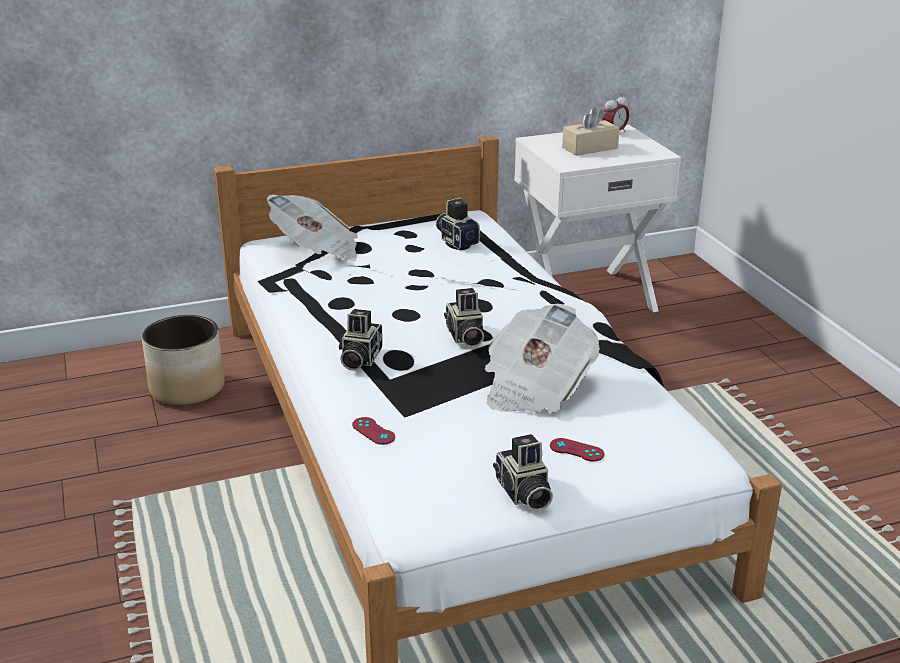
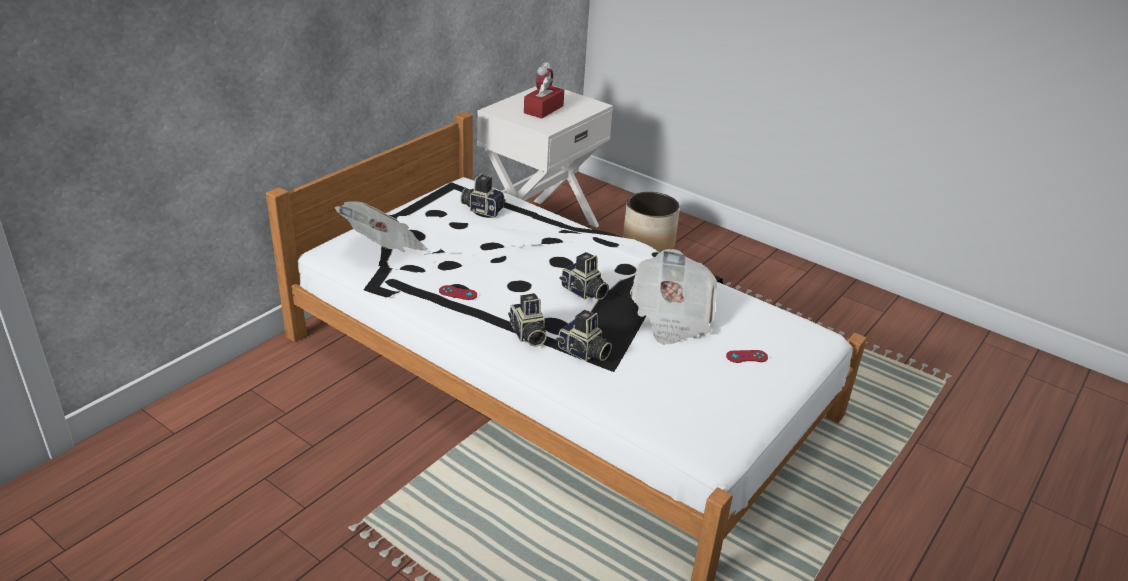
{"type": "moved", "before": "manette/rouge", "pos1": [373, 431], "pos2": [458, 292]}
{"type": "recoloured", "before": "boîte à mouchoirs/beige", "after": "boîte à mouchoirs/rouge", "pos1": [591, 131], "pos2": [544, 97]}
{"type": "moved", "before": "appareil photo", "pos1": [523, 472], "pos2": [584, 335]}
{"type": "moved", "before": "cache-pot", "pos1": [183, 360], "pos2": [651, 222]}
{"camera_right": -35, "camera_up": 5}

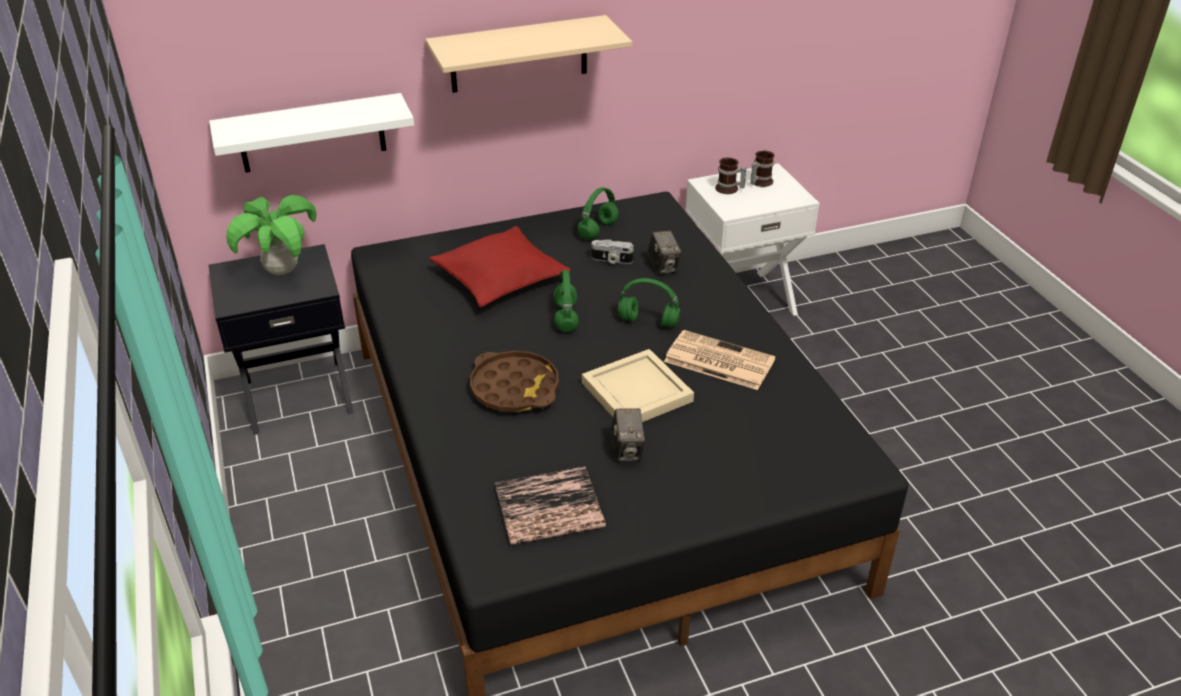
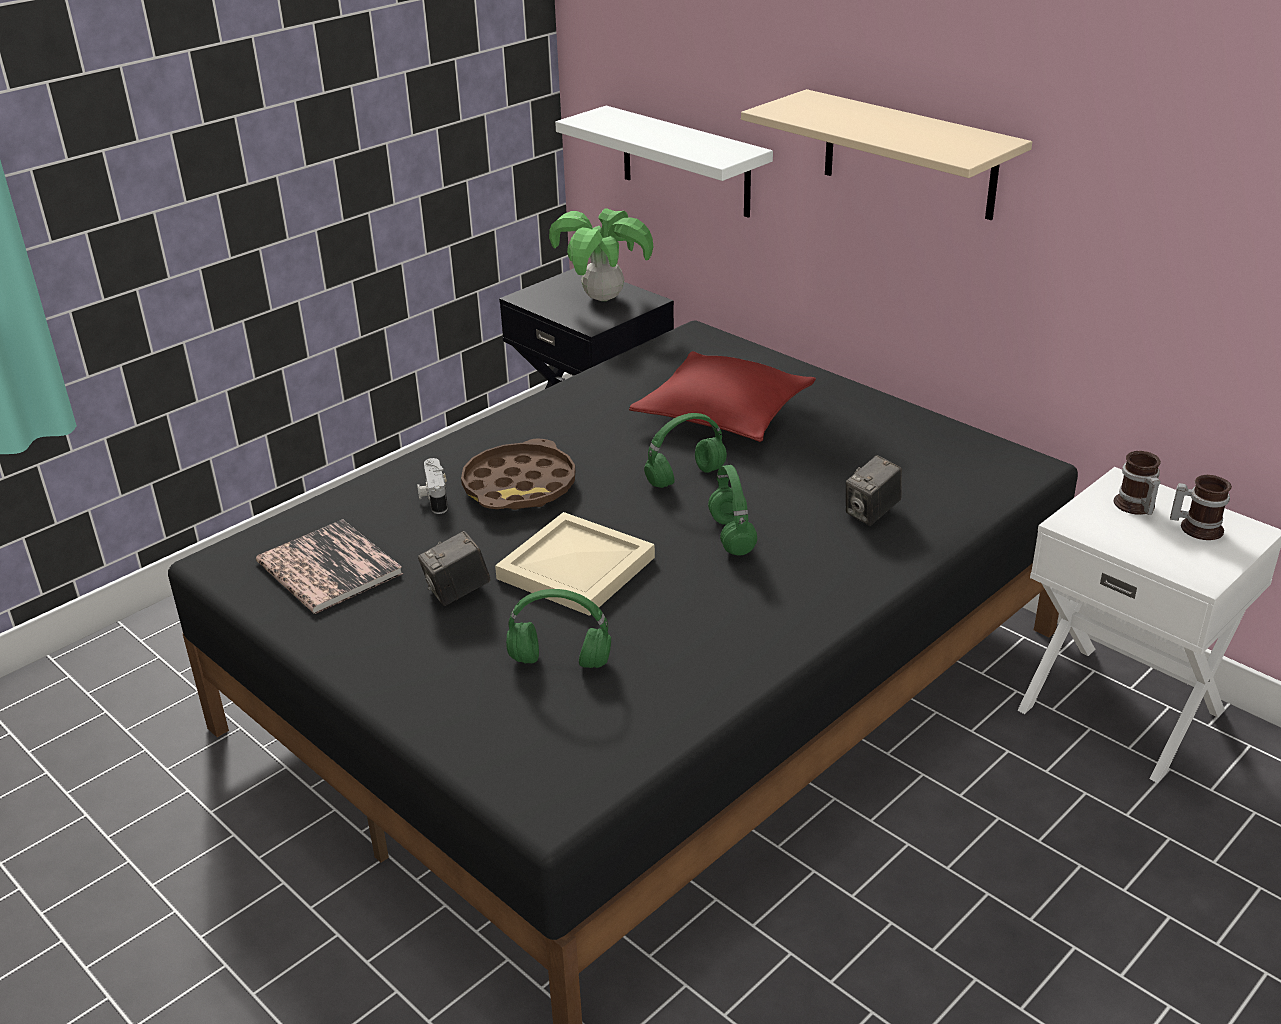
{"type": "moved", "before": "appareil photo", "pos1": [612, 252], "pos2": [432, 486]}
{"type": "moved", "before": "casque audio/vert", "pos1": [598, 213], "pos2": [558, 628]}
{"type": "removed", "before": "journal", "pos1": [719, 360]}
{"camera_right": 65, "camera_up": -5}

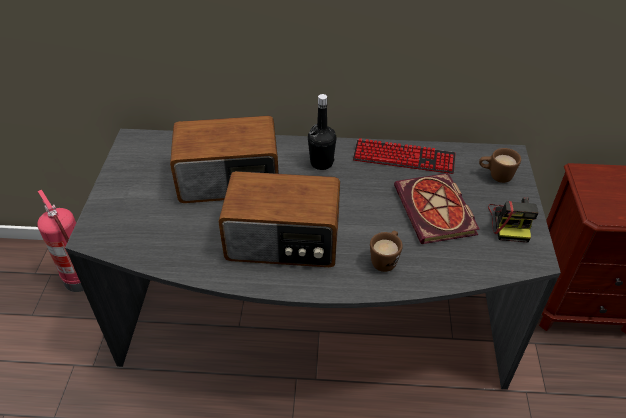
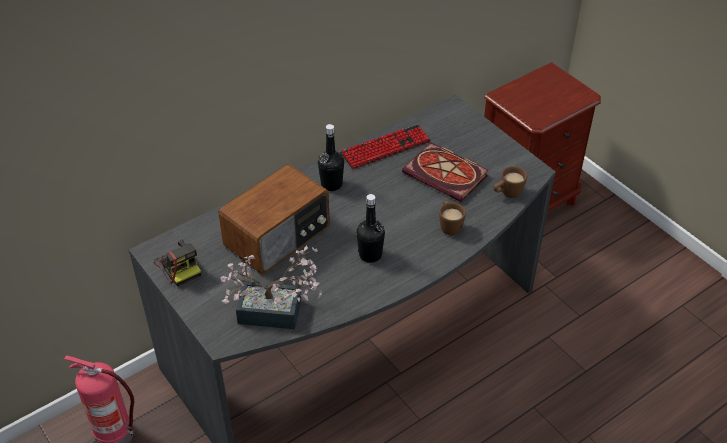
{"type": "moved", "before": "appareil photo", "pos1": [513, 220], "pos2": [177, 263]}
{"type": "added", "after": "plante en pot", "pos2": [271, 287]}
{"type": "replaced", "before": "radio", "after": "bouteille/noir", "pos1": [279, 219], "pos2": [370, 228]}
{"type": "moved", "before": "mug/marron", "pos1": [500, 165], "pos2": [510, 182]}
{"camera_right": -40, "camera_up": 0}

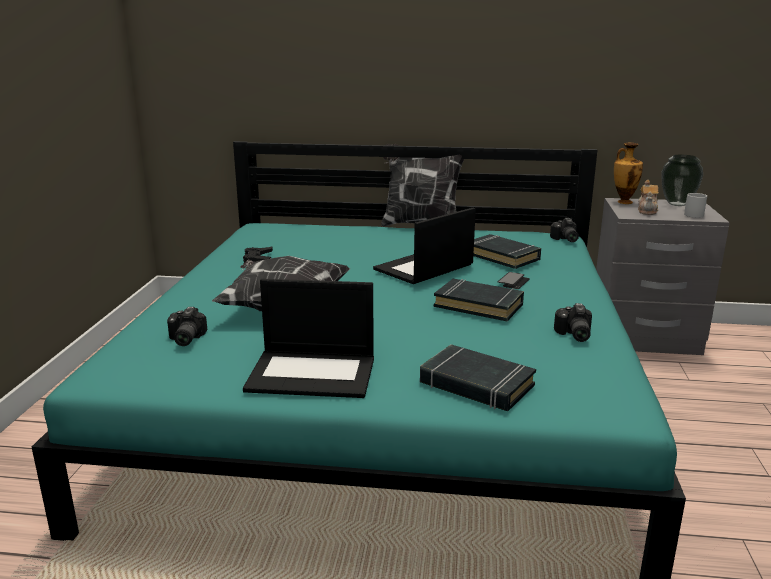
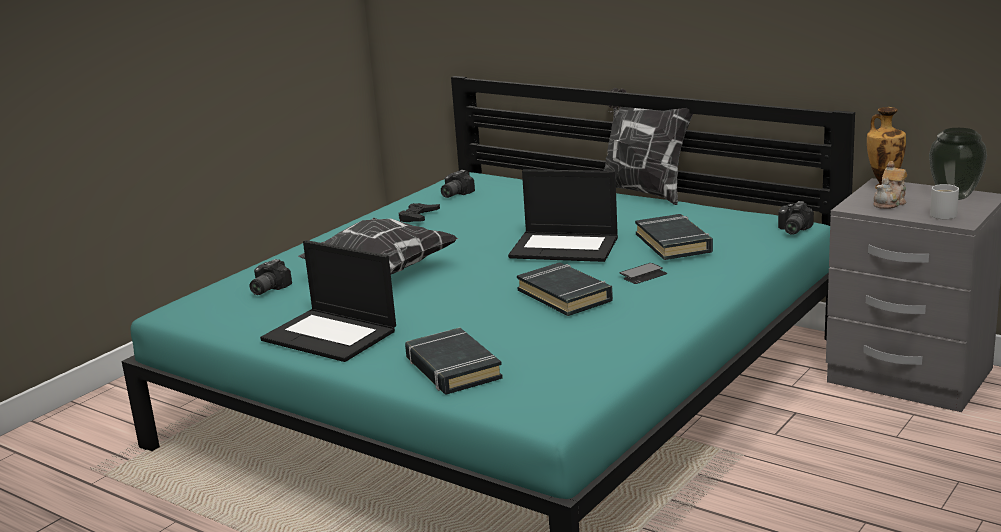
{"type": "moved", "before": "appareil photo", "pos1": [573, 322], "pos2": [458, 184]}
{"type": "turned", "before": "ordinateur portable", "pos1": [424, 246], "pos2": [563, 215], "turn": -150}
{"camera_right": 30, "camera_up": 0}

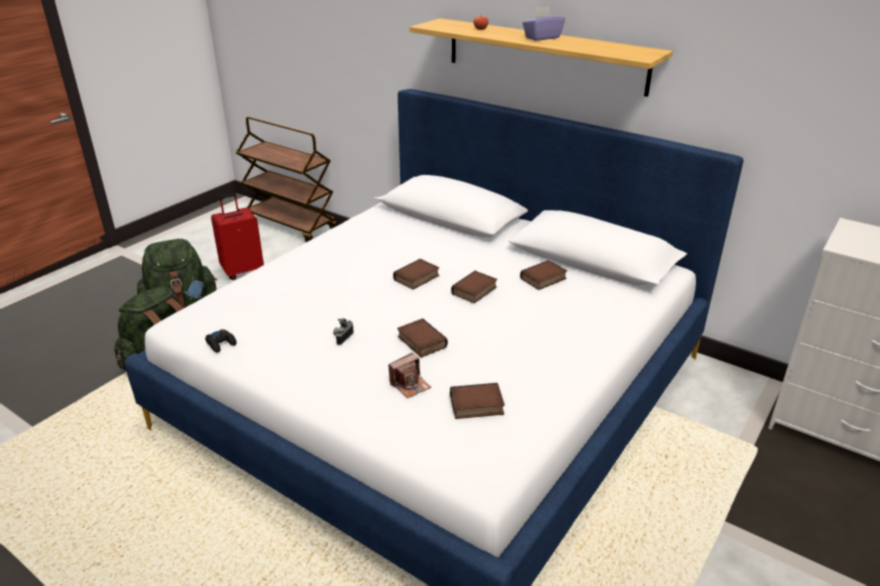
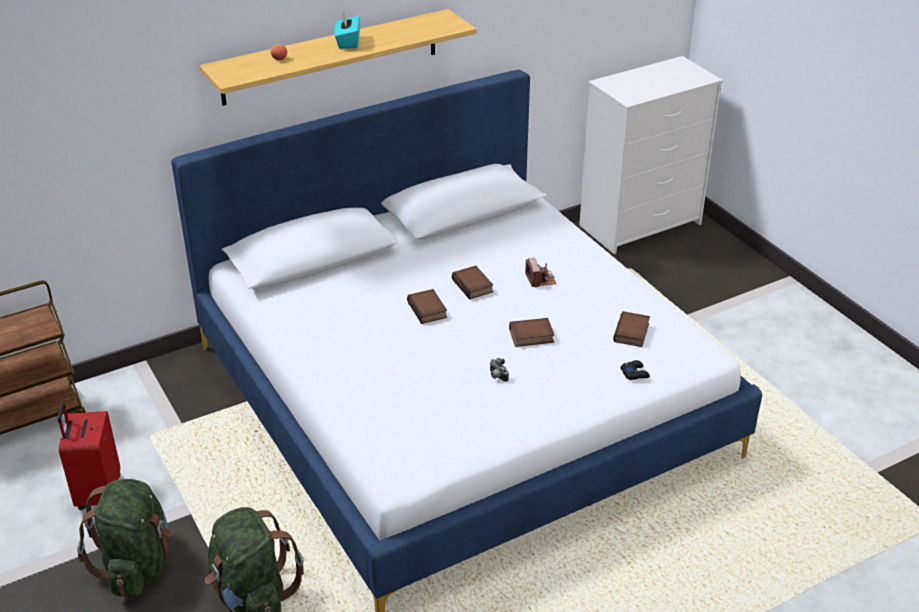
{"type": "recoloured", "before": "boîte à mouchoirs/violet", "after": "boîte à mouchoirs/turquoise", "pos1": [543, 24], "pos2": [347, 30]}
{"type": "moved", "before": "appareil photo", "pos1": [409, 375], "pos2": [540, 273]}
{"type": "moved", "before": "manette/noir", "pos1": [221, 341], "pos2": [635, 370]}
{"type": "removed", "before": "livre", "pos1": [543, 275]}
{"camera_right": -65, "camera_up": 5}

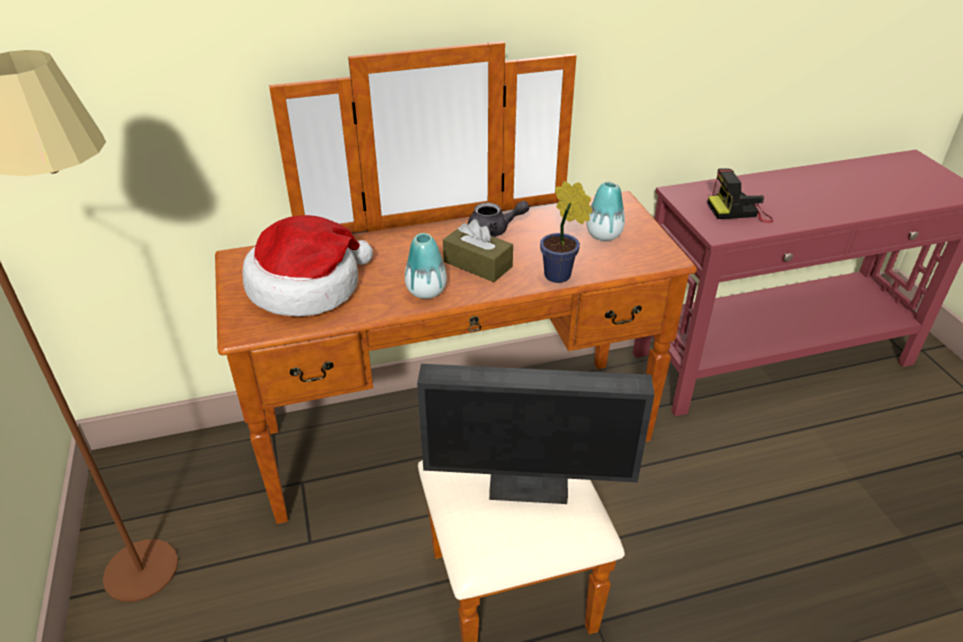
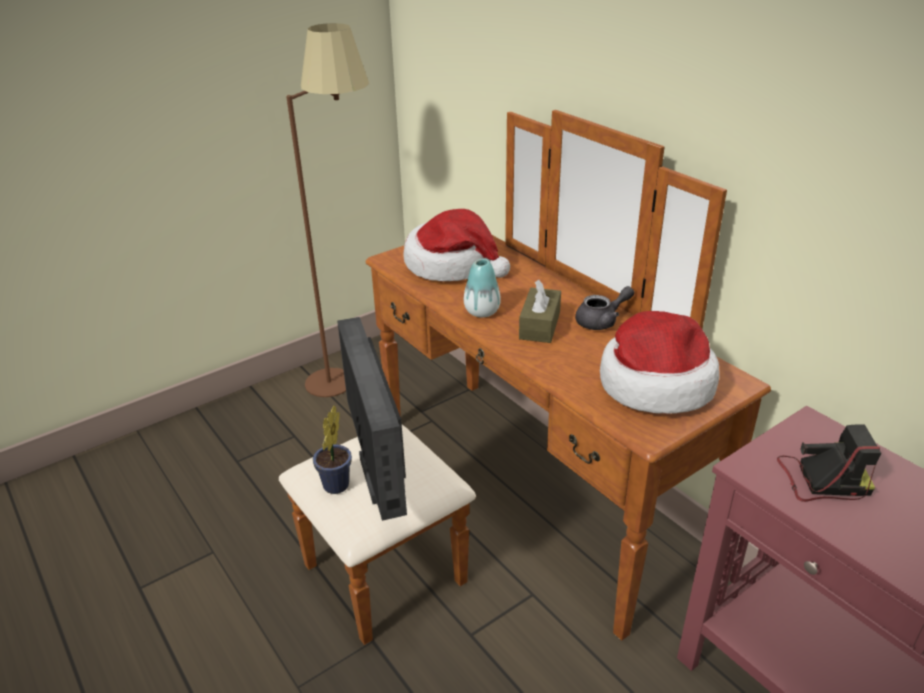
{"type": "moved", "before": "plante en pot", "pos1": [566, 232], "pos2": [332, 450]}
{"type": "turned", "before": "théière/gris", "pos1": [499, 219], "pos2": [604, 308], "turn": -90}
{"type": "replaced", "before": "vase", "after": "chapeau", "pos1": [605, 211], "pos2": [660, 362]}
{"type": "turned", "before": "appareil photo", "pos1": [740, 195], "pos2": [829, 463], "turn": 120}
{"camera_right": 70, "camera_up": -5}

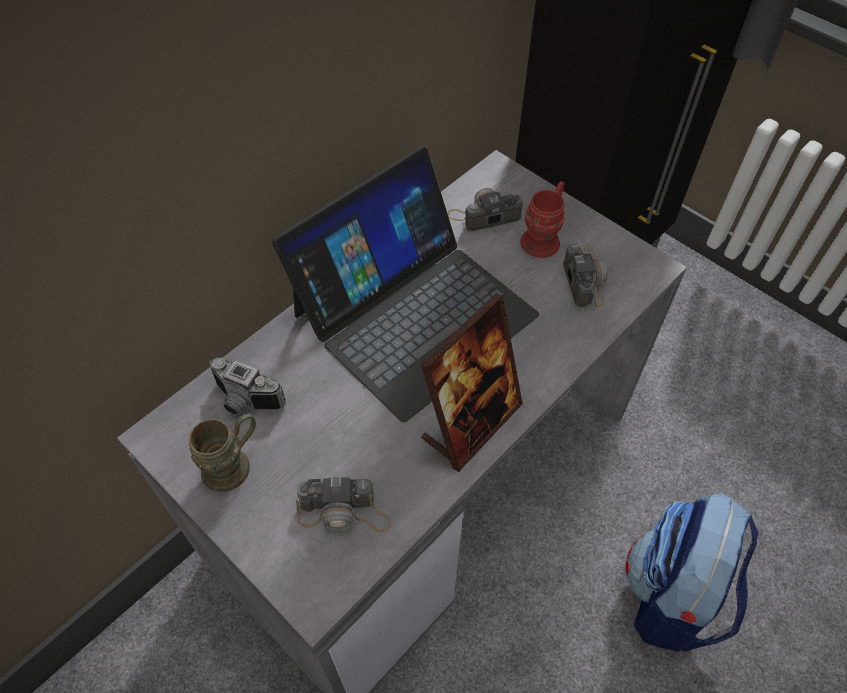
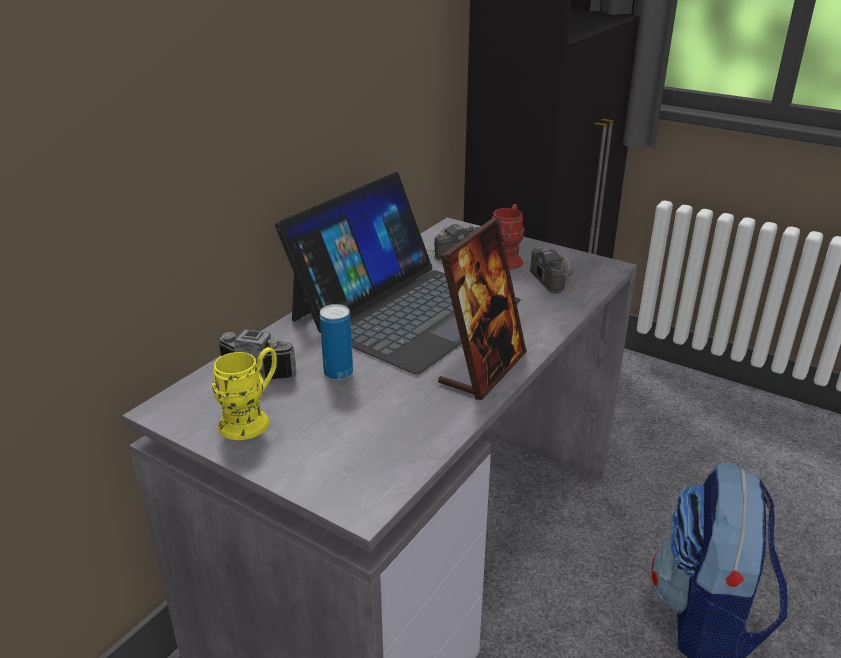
{"type": "recoloured", "before": "mug/marron", "after": "mug/jaune", "pos1": [222, 452], "pos2": [244, 393]}
{"type": "added", "after": "boîte métallique", "pos2": [336, 342]}
{"type": "removed", "before": "appareil photo", "pos1": [343, 504]}
{"camera_right": -10, "camera_up": -25}

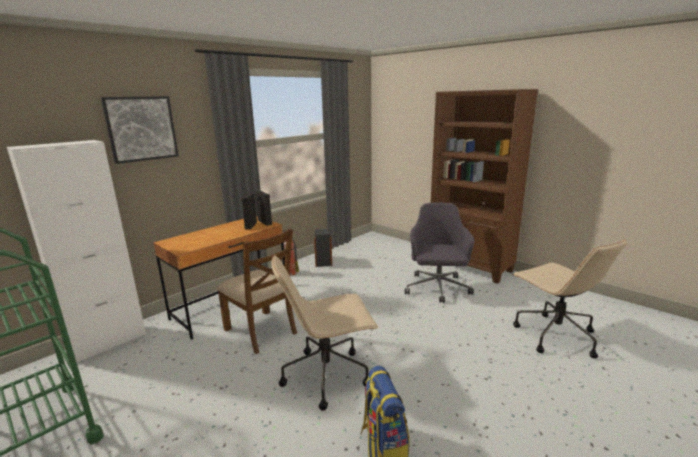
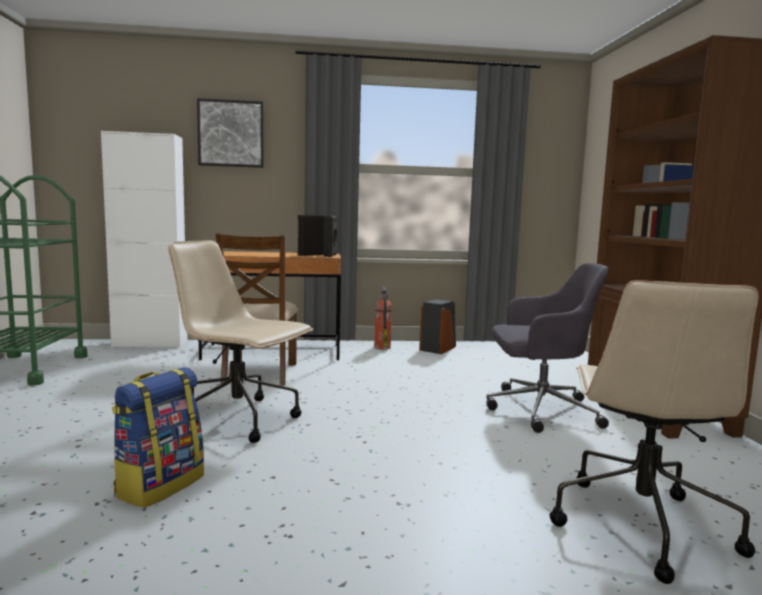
{"type": "turned", "before": "chaise de bureau/gris", "pos1": [440, 252], "pos2": [547, 348], "turn": 45}
{"camera_right": 40, "camera_up": -10}

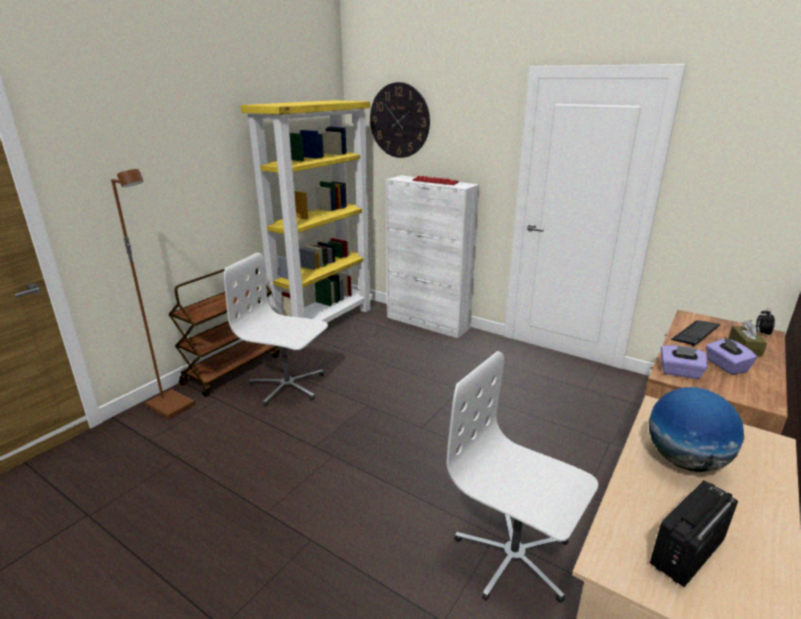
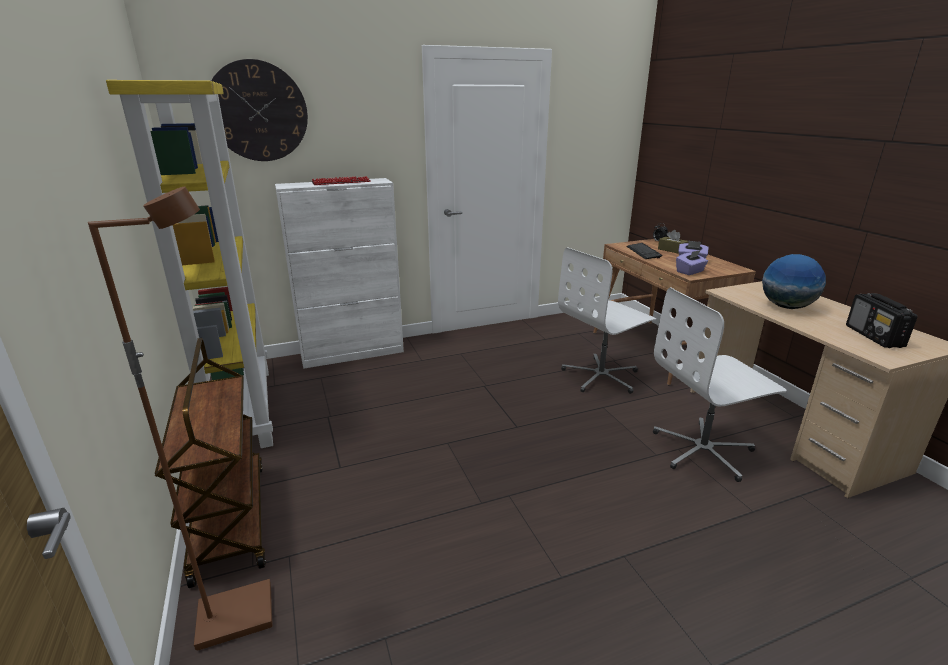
{"type": "moved", "before": "chaise de bureau/blanc", "pos1": [276, 329], "pos2": [607, 320]}
{"camera_right": -55, "camera_up": 0}

